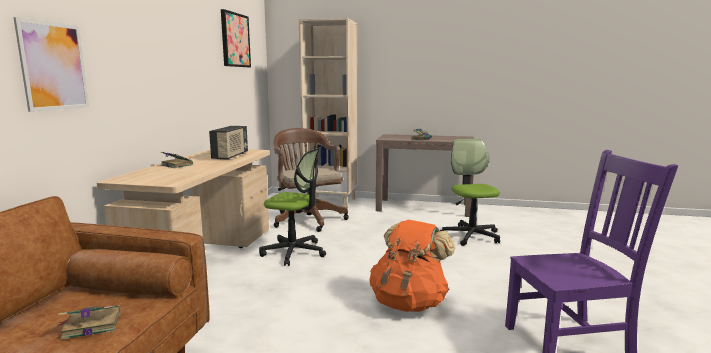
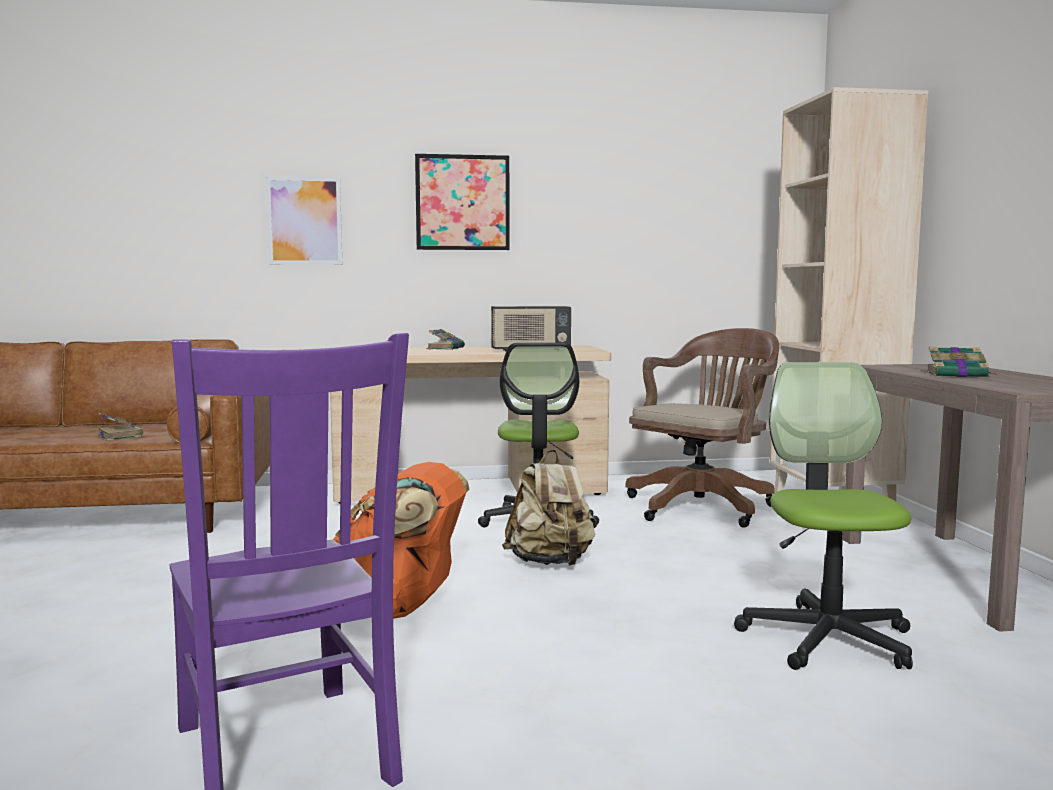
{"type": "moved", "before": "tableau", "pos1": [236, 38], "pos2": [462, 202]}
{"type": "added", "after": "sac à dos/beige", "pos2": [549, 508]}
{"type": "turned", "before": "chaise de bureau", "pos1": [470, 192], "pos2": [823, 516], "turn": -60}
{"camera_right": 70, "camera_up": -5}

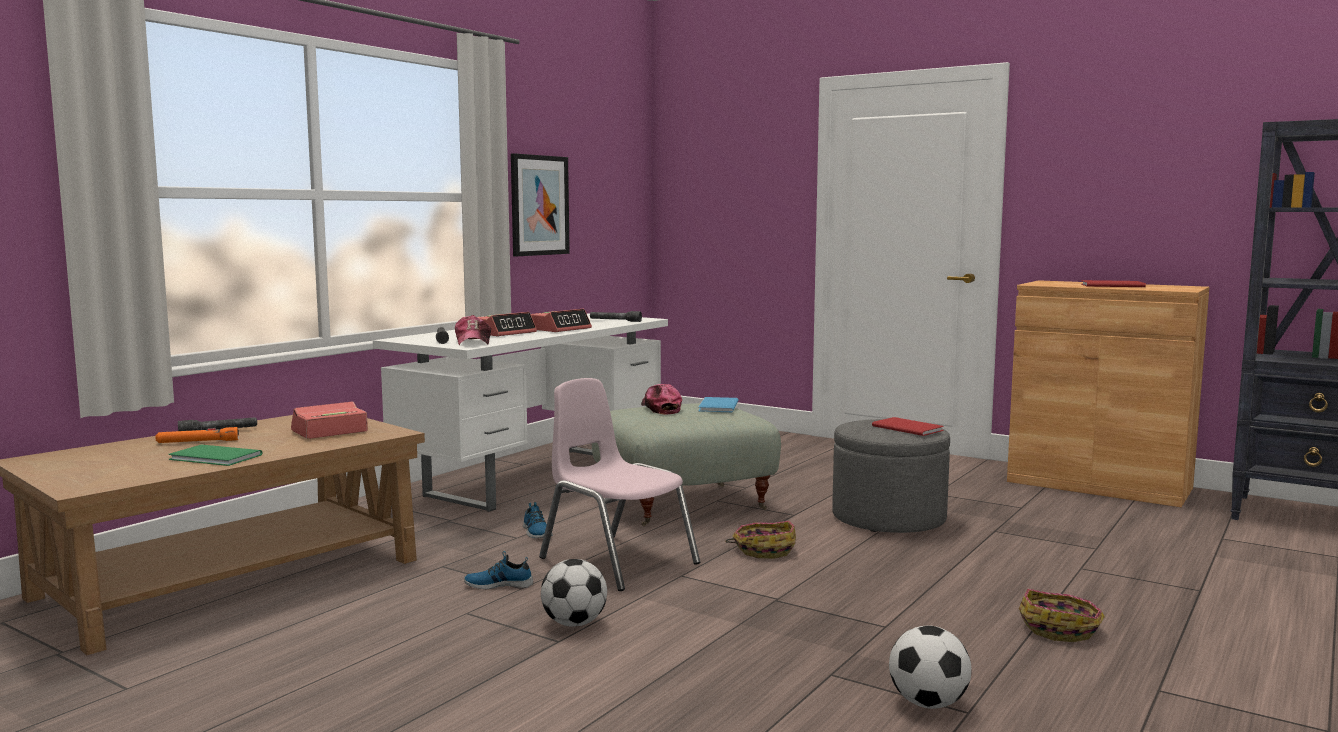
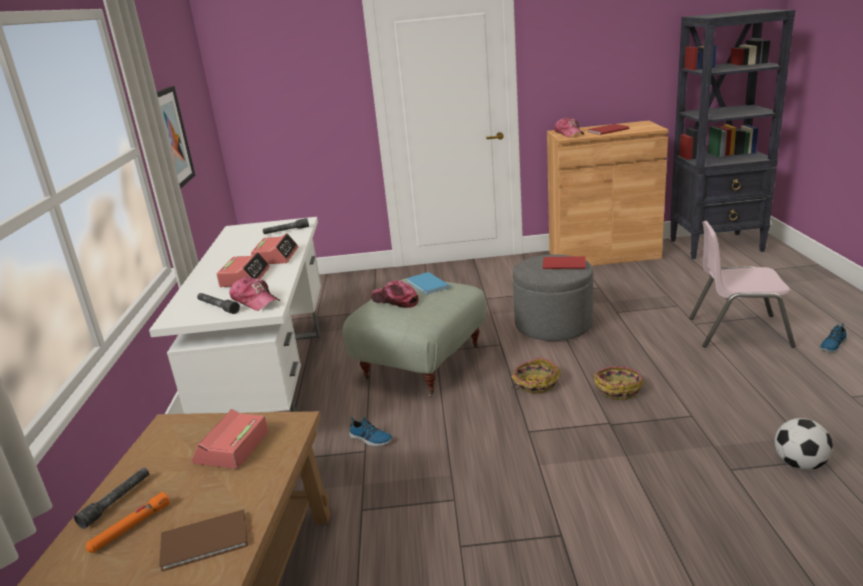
{"type": "recoloured", "before": "livre/vert", "after": "livre/marron", "pos1": [216, 455], "pos2": [203, 541]}
{"type": "added", "after": "casquette", "pos2": [569, 127]}
{"type": "moved", "before": "panier", "pos1": [1062, 615], "pos2": [619, 383]}
{"type": "moved", "before": "chaise/rose", "pos1": [619, 484], "pos2": [742, 284]}
{"type": "moved", "before": "chaussure", "pos1": [498, 570], "pos2": [833, 338]}
{"type": "removed", "before": "ballon de foot", "pos1": [574, 593]}
{"camera_right": -35, "camera_up": 15}

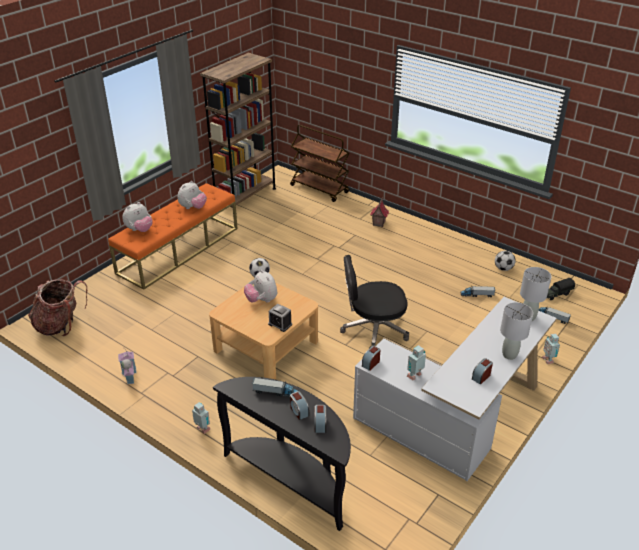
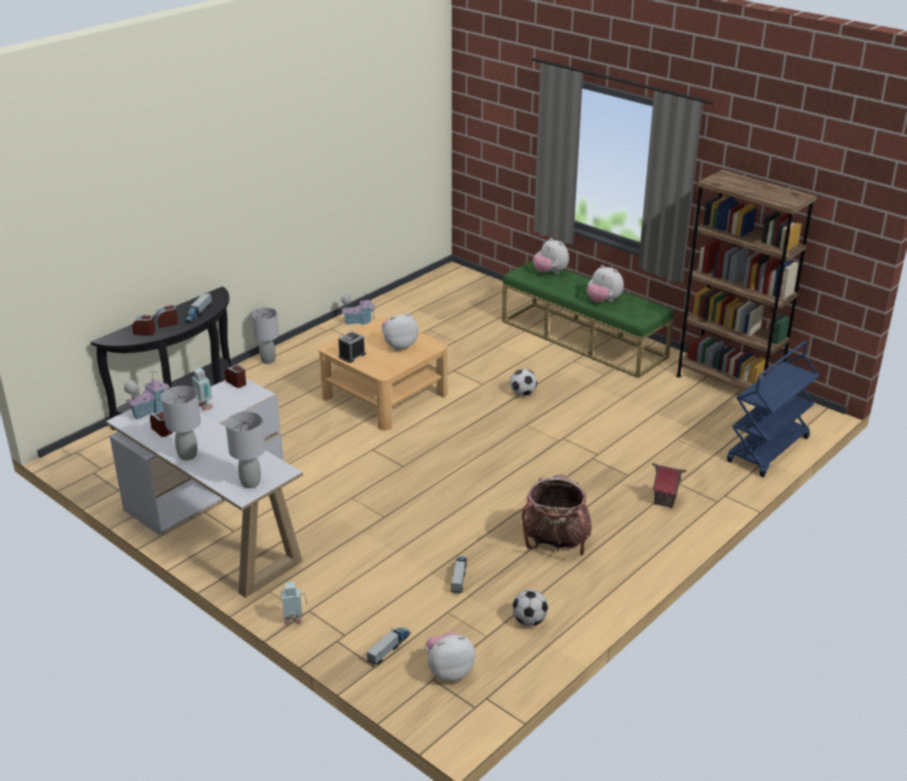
{"type": "added", "after": "maison miniature", "pos2": [147, 395]}
{"type": "replaced", "before": "robot jouet", "after": "lampe de table/gris", "pos1": [201, 418], "pos2": [265, 335]}
{"type": "replaced", "before": "camion jouet", "after": "peluche", "pos1": [561, 289], "pos2": [450, 656]}
{"type": "recoloured", "before": "banc/orange", "after": "banc/vert", "pos1": [173, 236], "pos2": [588, 319]}
{"type": "moved", "before": "sac à dos", "pos1": [57, 307], "pos2": [557, 515]}
{"type": "recoloured", "before": "chariot/marron", "after": "chariot/bleu", "pos1": [319, 163], "pos2": [773, 409]}
{"type": "removed", "before": "chaise de bureau/noir", "pos1": [374, 301]}
{"camera_right": 95, "camera_up": -5}

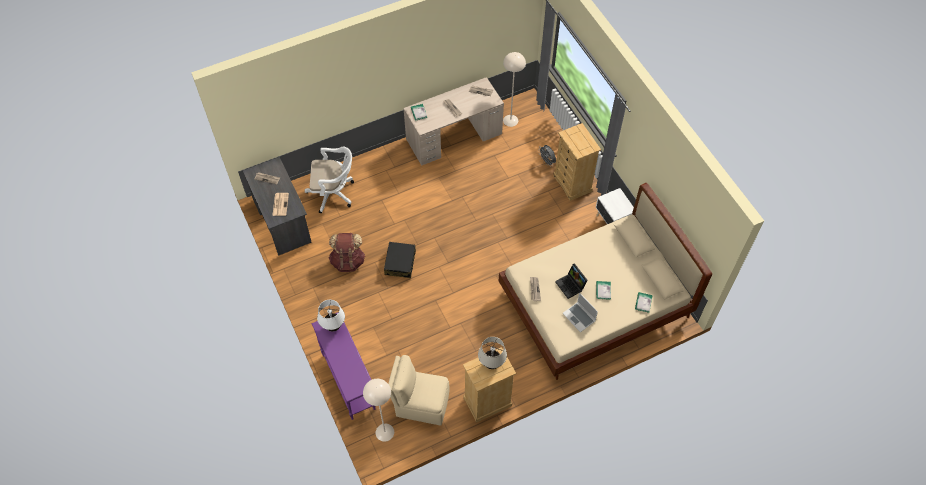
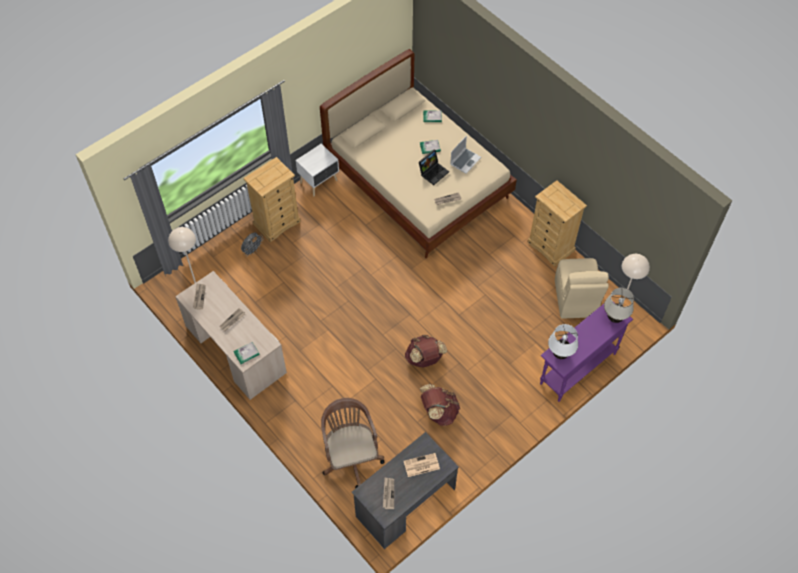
{"type": "recoloured", "before": "chaise de bureau/blanc", "after": "chaise de bureau/marron", "pos1": [329, 180], "pos2": [352, 443]}
{"type": "replaced", "before": "valise/noir", "after": "sac à dos/marron", "pos1": [400, 260], "pos2": [426, 351]}
{"type": "moved", "before": "lampe de table/beige", "pos1": [492, 353], "pos2": [619, 305]}
{"camera_right": -105, "camera_up": 0}

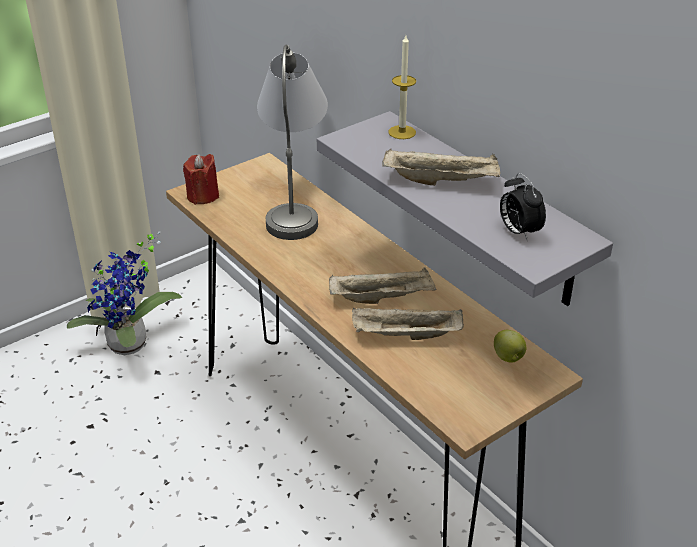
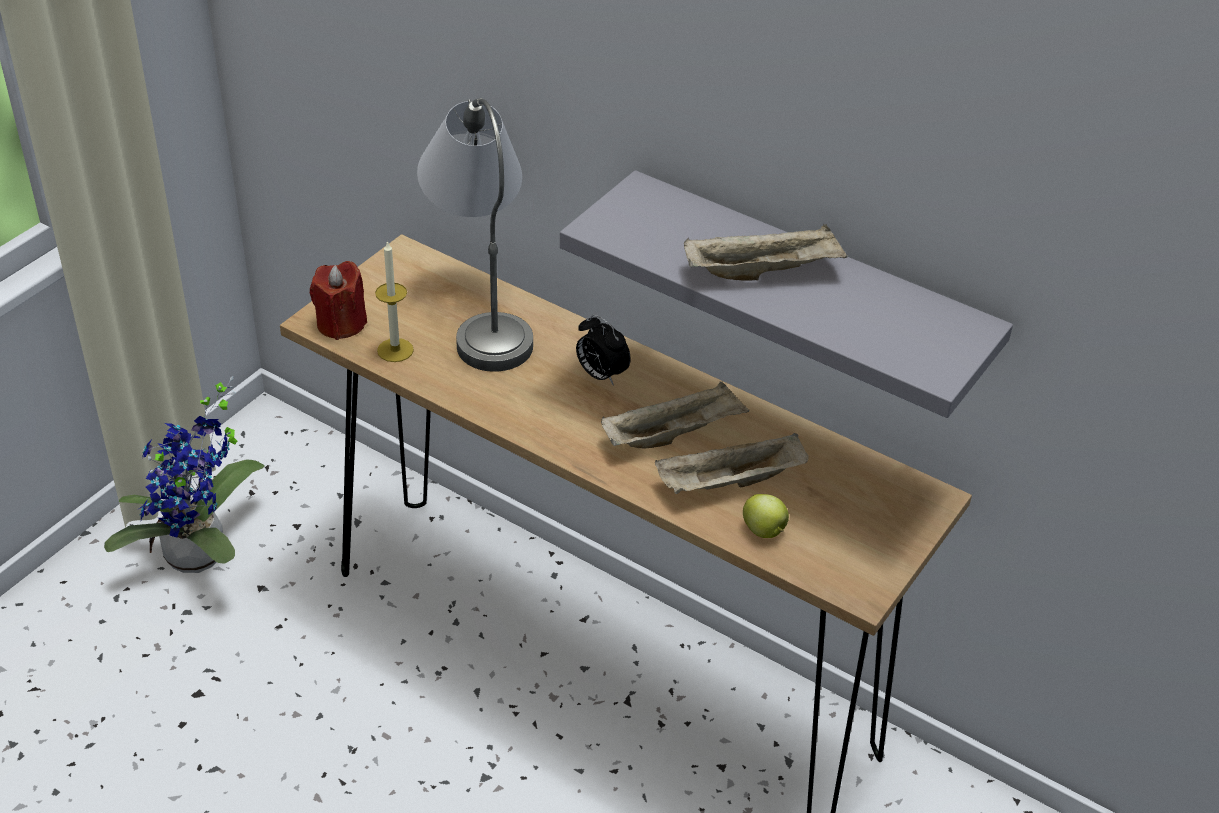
{"type": "moved", "before": "bougie", "pos1": [402, 87], "pos2": [394, 301]}
{"type": "moved", "before": "réveil", "pos1": [523, 207], "pos2": [603, 350]}
{"type": "moved", "before": "pomme", "pos1": [510, 346], "pos2": [766, 516]}
{"camera_right": -20, "camera_up": 5}

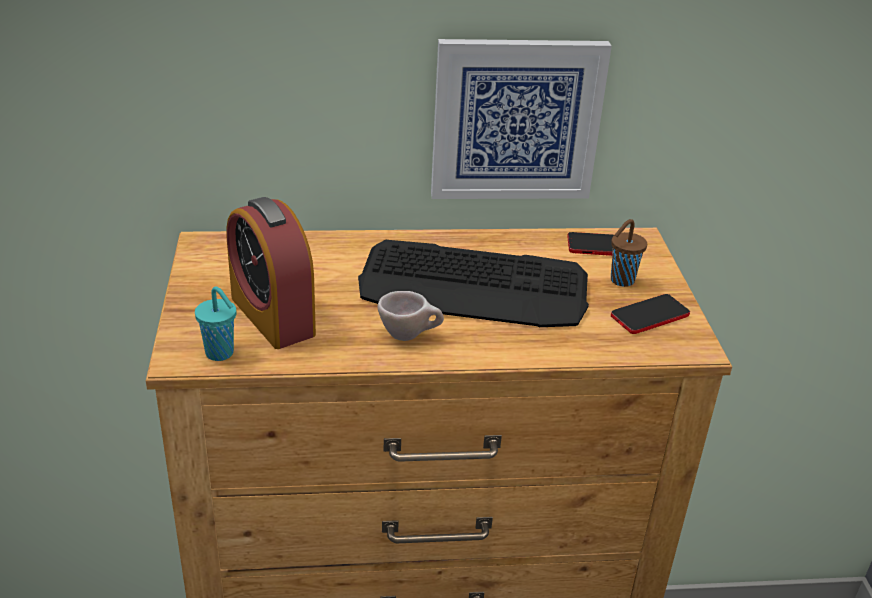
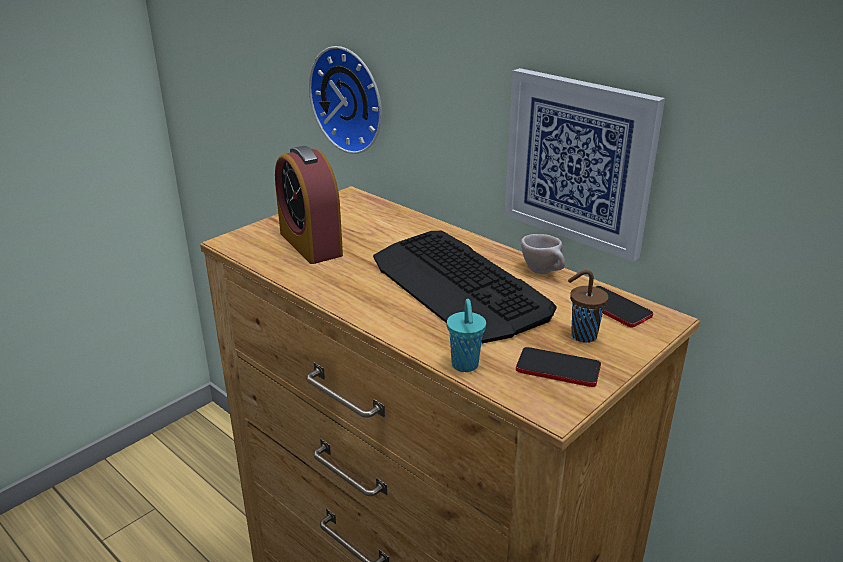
{"type": "turned", "before": "réveil", "pos1": [271, 273], "pos2": [309, 205], "turn": -45}
{"type": "added", "after": "horloge murale", "pos2": [345, 100]}
{"type": "moved", "before": "tasse/turquoise", "pos1": [215, 323], "pos2": [466, 335]}
{"type": "moved", "before": "tasse/beige", "pos1": [410, 316], "pos2": [543, 254]}
{"camera_right": 50, "camera_up": -5}

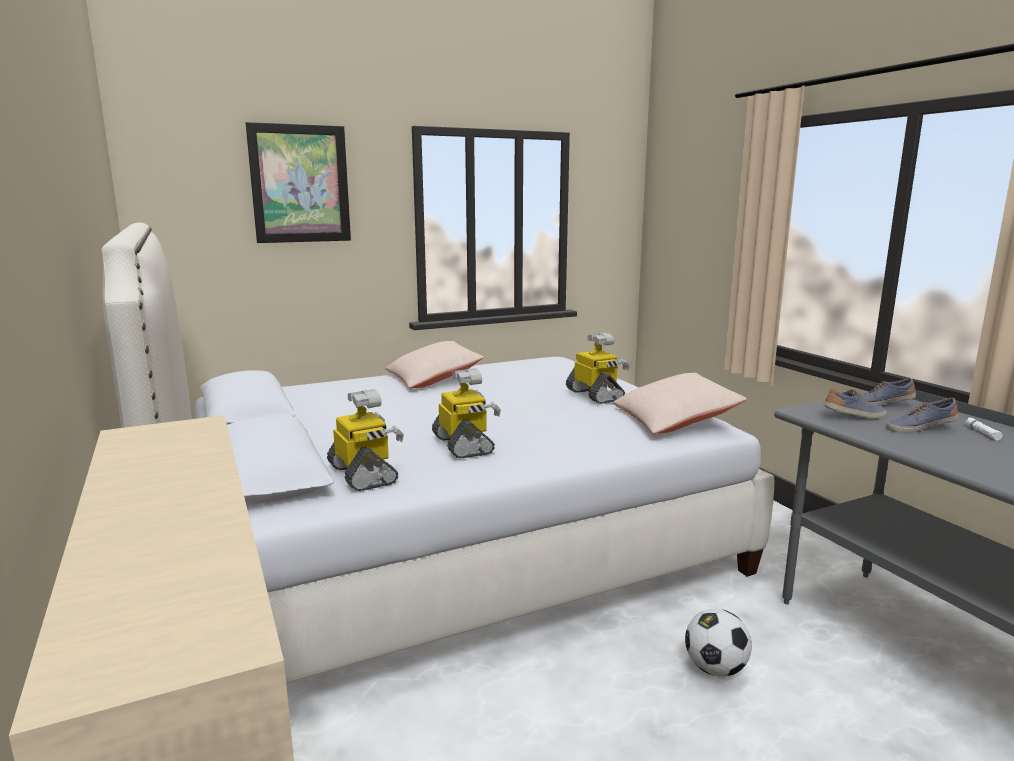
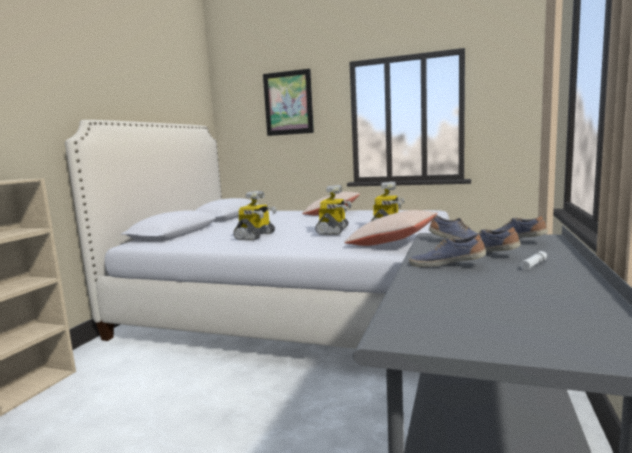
{"type": "moved", "before": "robot jouet", "pos1": [365, 440], "pos2": [333, 210]}
{"type": "added", "after": "chaussure", "pos2": [447, 250]}
{"type": "removed", "before": "ballon de foot", "pos1": [718, 643]}
{"camera_right": 45, "camera_up": -5}

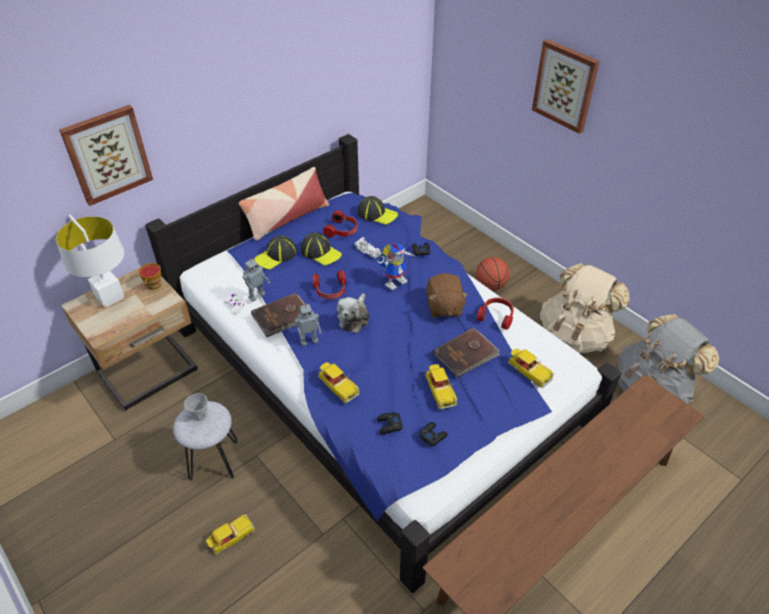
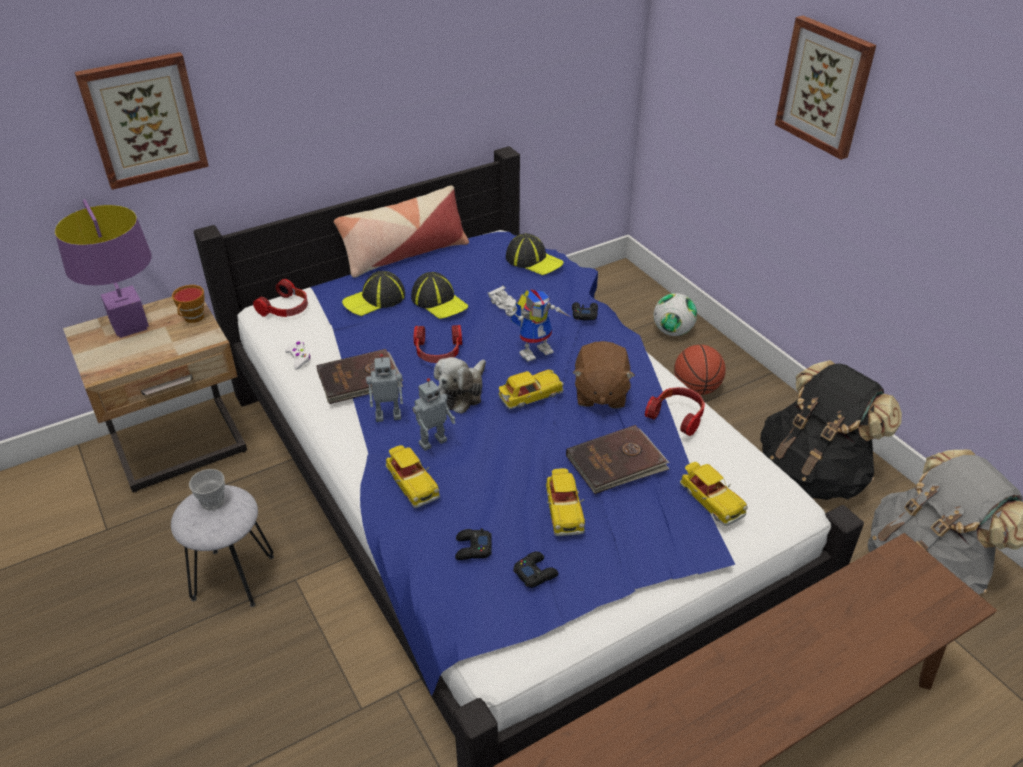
{"type": "recoloured", "before": "lampe de table/blanc", "after": "lampe de table/violet", "pos1": [90, 261], "pos2": [103, 268]}
{"type": "moved", "before": "casque audio", "pos1": [340, 224], "pos2": [280, 298]}
{"type": "moved", "before": "robot jouet", "pos1": [256, 280], "pos2": [433, 414]}
{"type": "moved", "before": "petite voiture", "pos1": [230, 534], "pos2": [531, 389]}
{"type": "added", "after": "ballon de foot", "pos2": [675, 314]}
{"type": "recoloured", "before": "sac à dos/beige", "after": "sac à dos/noir", "pos1": [585, 308], "pos2": [831, 430]}
{"camera_right": 10, "camera_up": -5}

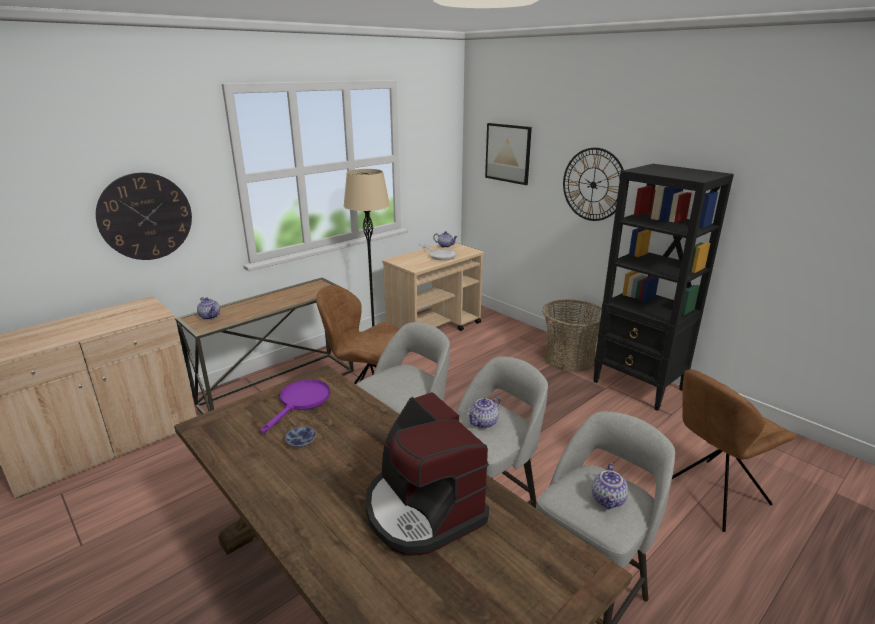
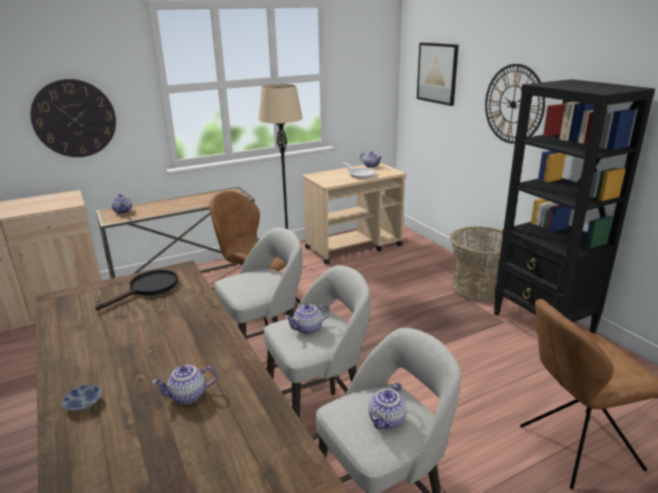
{"type": "moved", "before": "bol", "pos1": [300, 437], "pos2": [81, 397]}
{"type": "recoloured", "before": "poêle/violet", "after": "poêle/noir", "pos1": [295, 406], "pos2": [136, 290]}
{"type": "replaced", "before": "machine à café", "after": "théière", "pos1": [427, 474], "pos2": [184, 384]}
{"camera_right": 15, "camera_up": 0}

